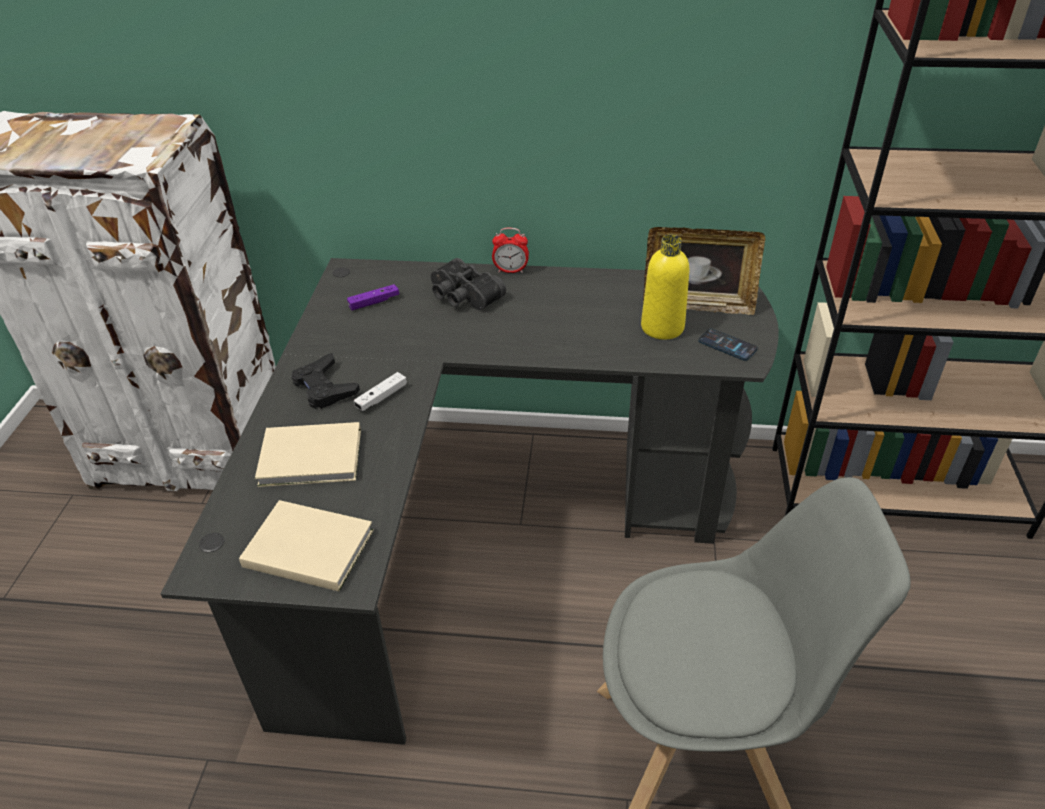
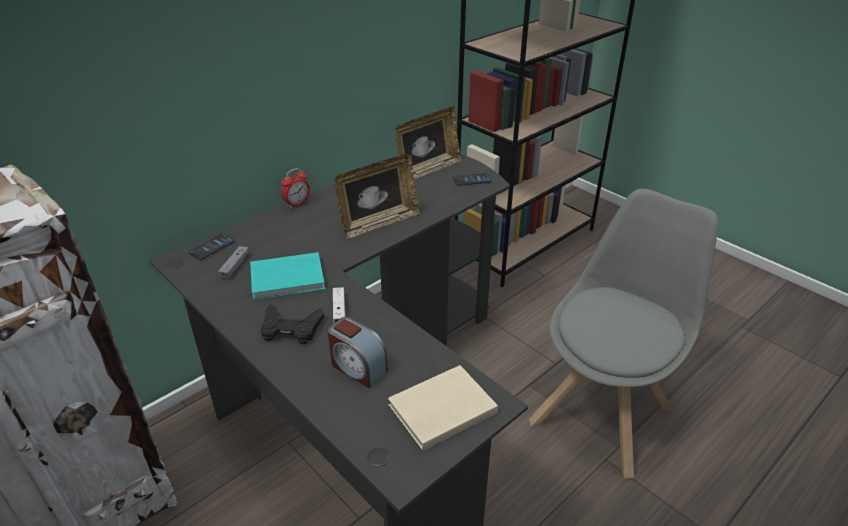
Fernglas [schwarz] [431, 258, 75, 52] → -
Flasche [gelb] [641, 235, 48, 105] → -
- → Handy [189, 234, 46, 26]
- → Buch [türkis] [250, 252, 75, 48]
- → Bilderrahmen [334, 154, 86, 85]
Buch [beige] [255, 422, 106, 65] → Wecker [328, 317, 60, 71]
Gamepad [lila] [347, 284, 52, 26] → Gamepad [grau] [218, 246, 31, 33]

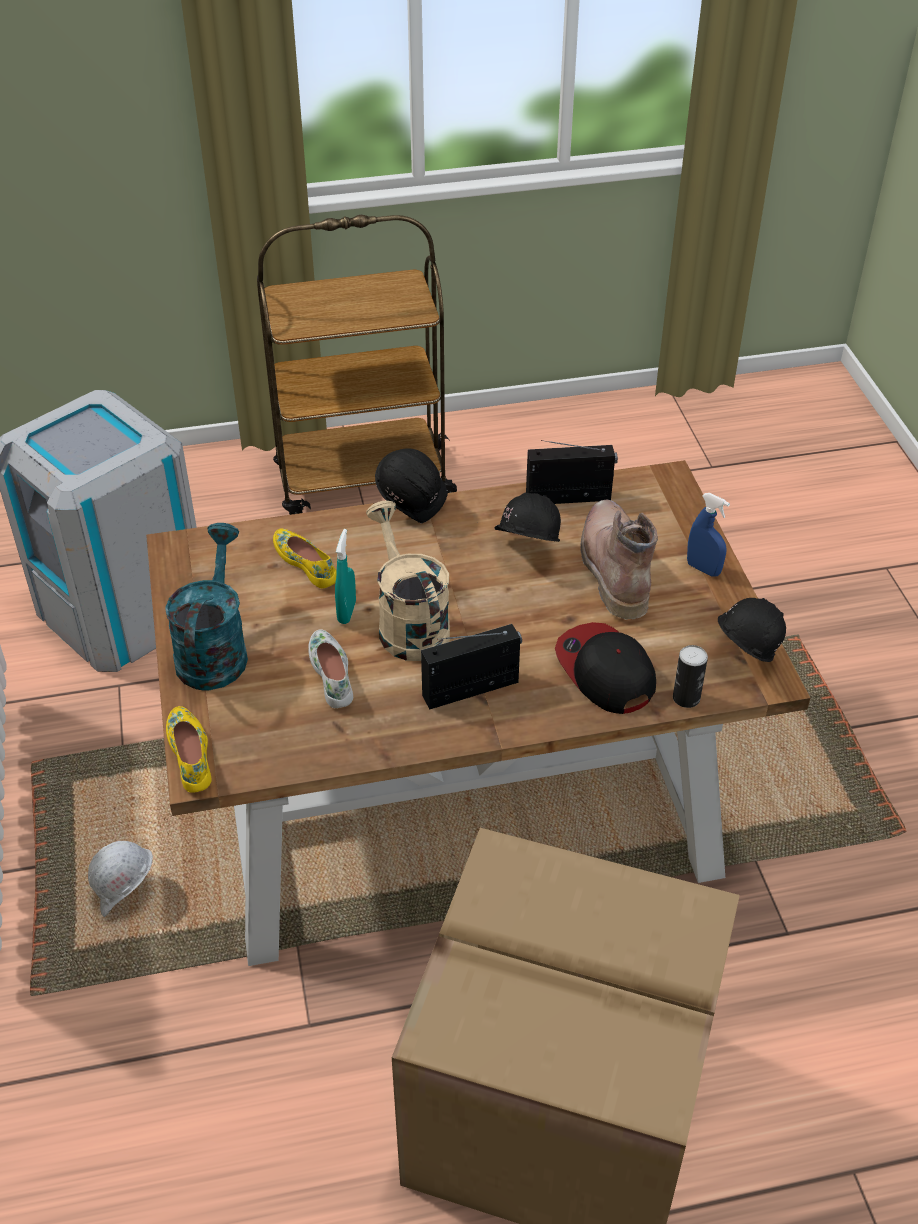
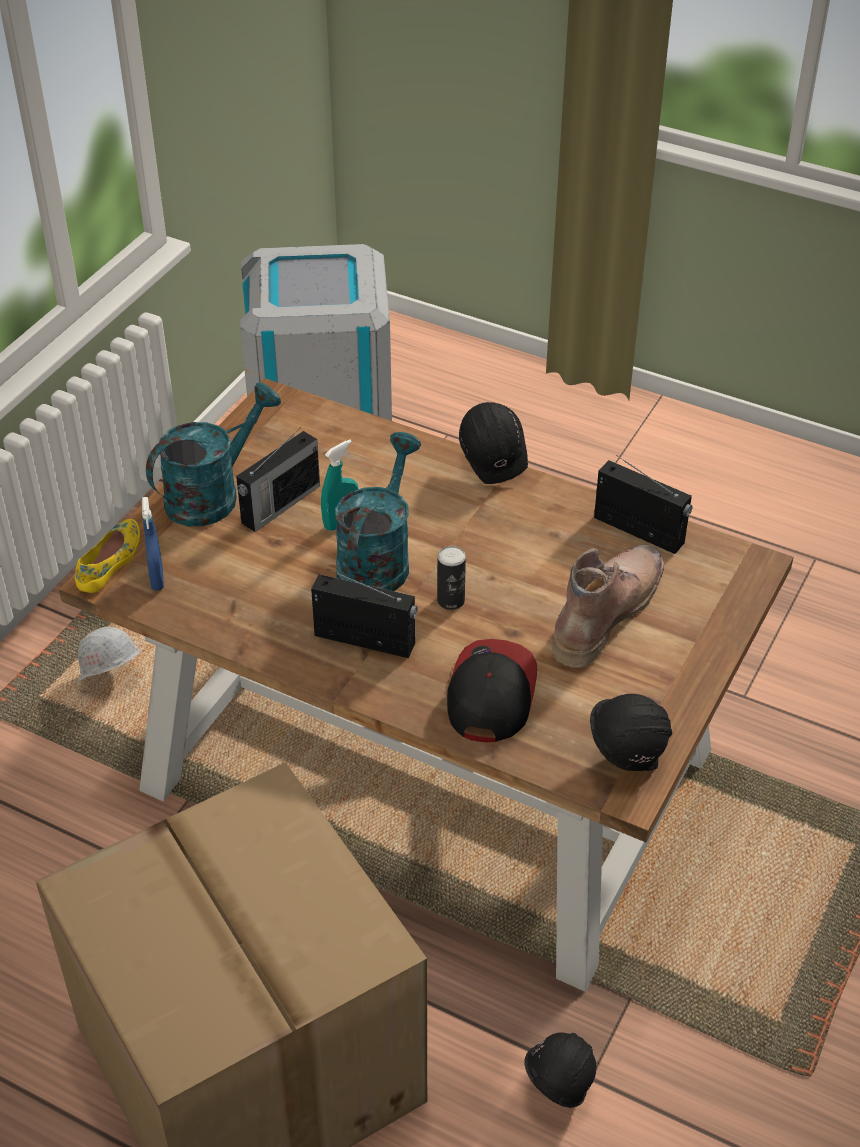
Rollwagen [braun] [257, 215, 200, 300] → -
Schuh [gelb] [273, 528, 64, 60] → -
Schuh [weiß] [308, 629, 45, 79] → -
- → Radio [236, 427, 84, 105]
Schutzhelm [schwarz] [494, 493, 67, 49] → Schutzhelm [schwarz] [525, 1032, 71, 76], move
Dose [673, 645, 35, 63] → Dose [437, 546, 29, 64], move
Sprühflasche [blau] [687, 493, 43, 84] → Sprühflasche [blau] [142, 497, 22, 94], move
Gießkanne [beige] [366, 501, 84, 160] → Gießkanne [türkis] [335, 432, 86, 159]

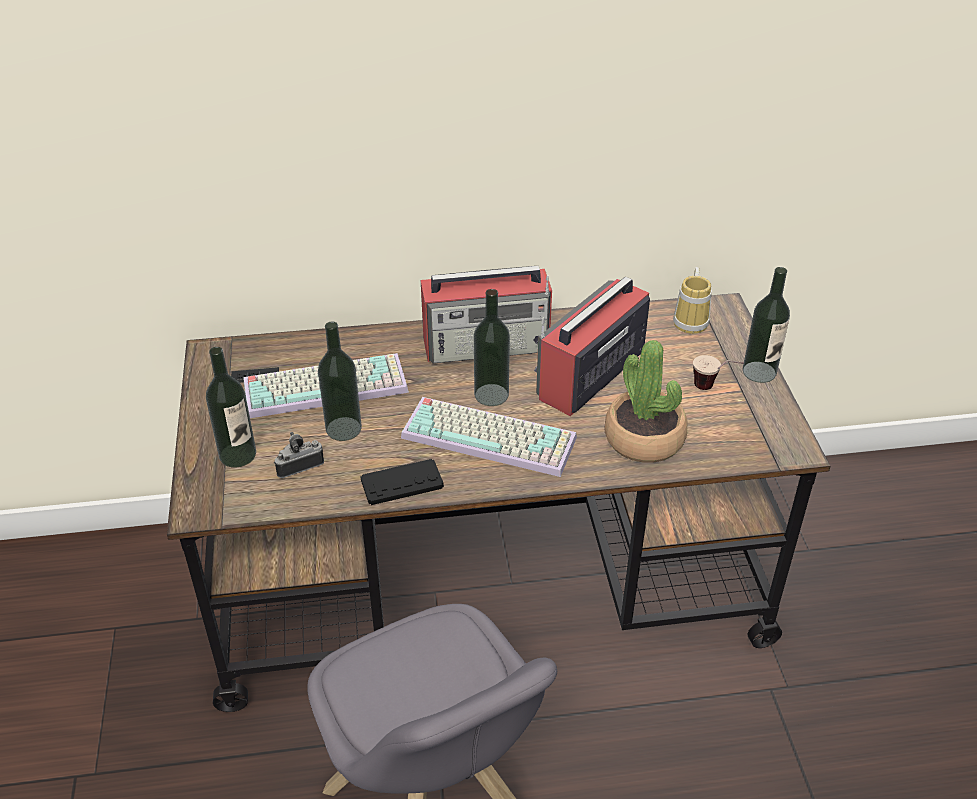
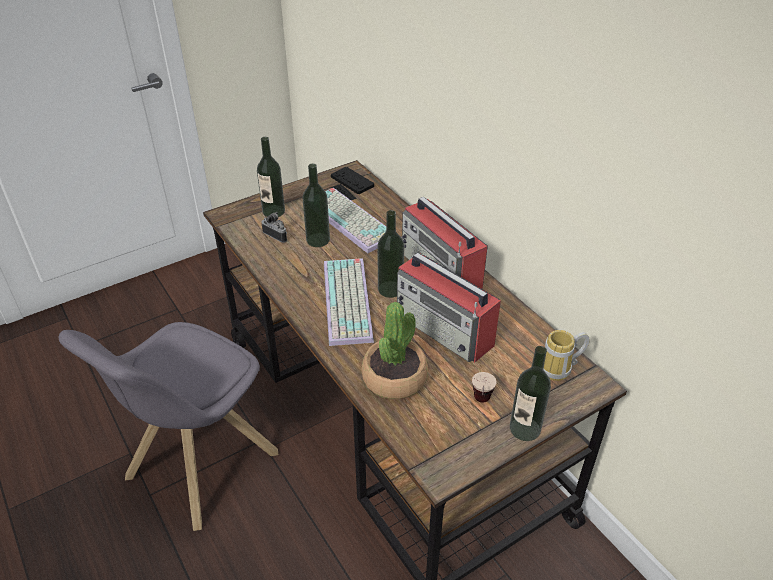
Gamepad [schwarz] [360, 459, 84, 46] → Gamepad [schwarz] [331, 167, 43, 27], move
Radio [534, 276, 116, 140] → Radio [397, 253, 104, 109], 150 degrees counterclockwise

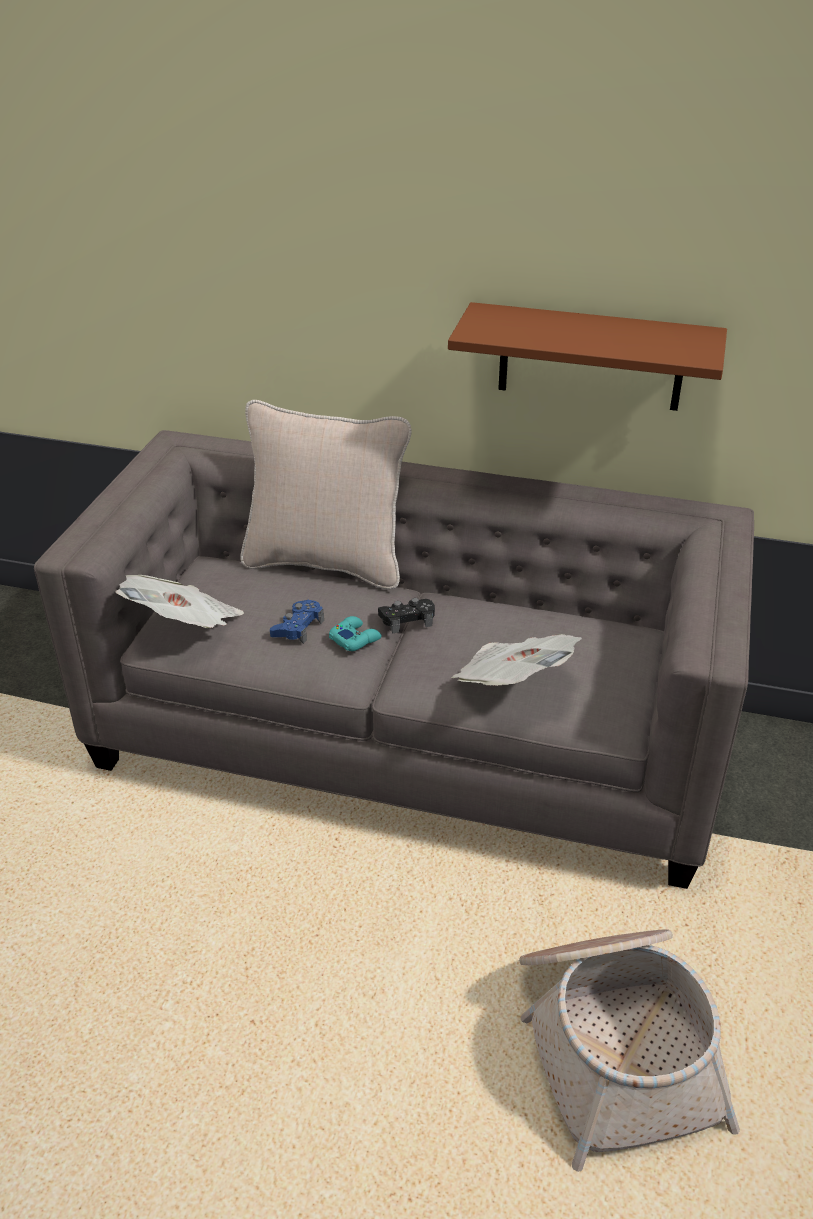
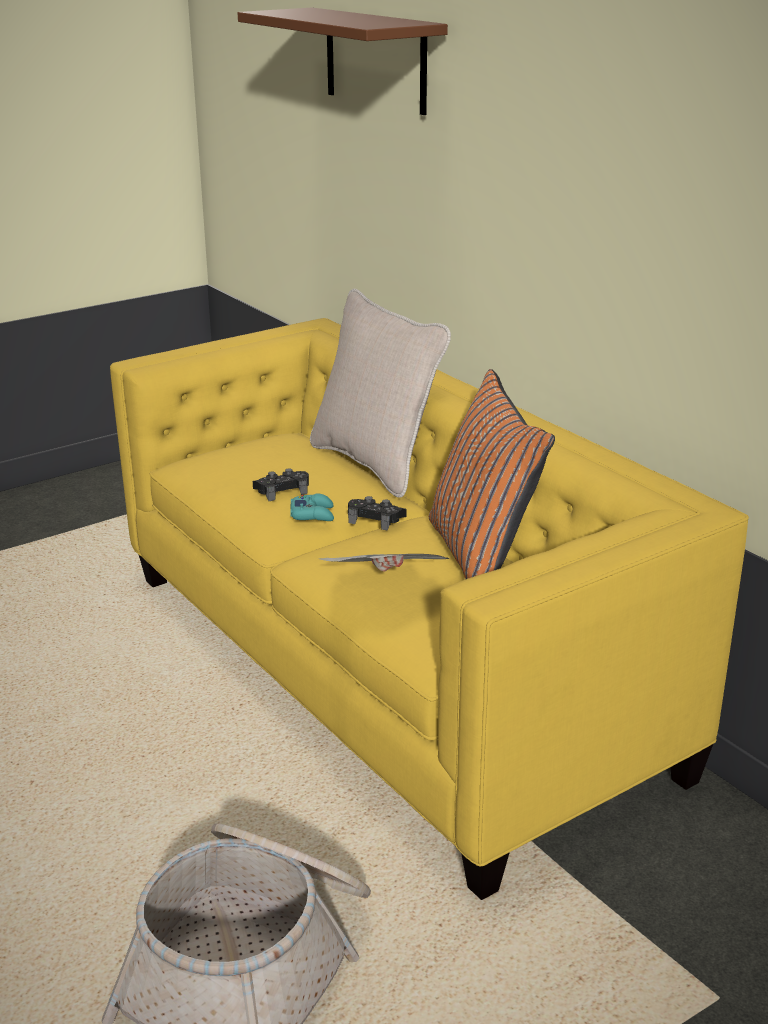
Zeitung [115, 575, 129, 53] → -
- → Kissen [orange] [429, 369, 126, 210]
Wandregal [braun] [448, 302, 279, 109] → Wandregal [braun] [238, 8, 210, 107], move
Sofa [grau] [34, 430, 720, 459] → Sofa [gelb] [110, 318, 639, 582]
Gamepad [blau] [270, 600, 54, 44] → Gamepad [schwarz] [253, 468, 56, 33]

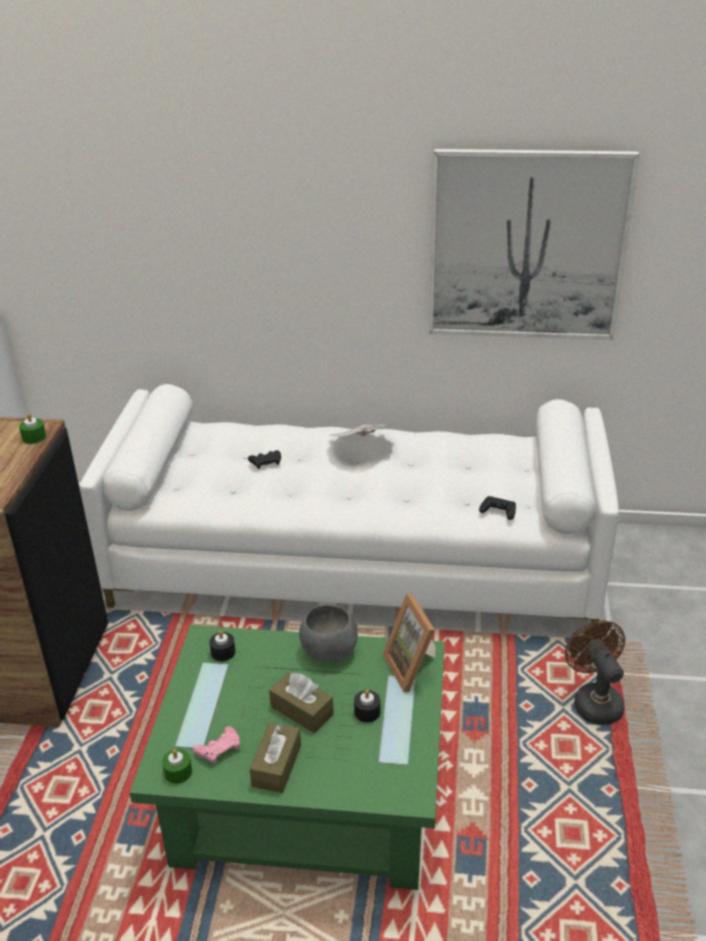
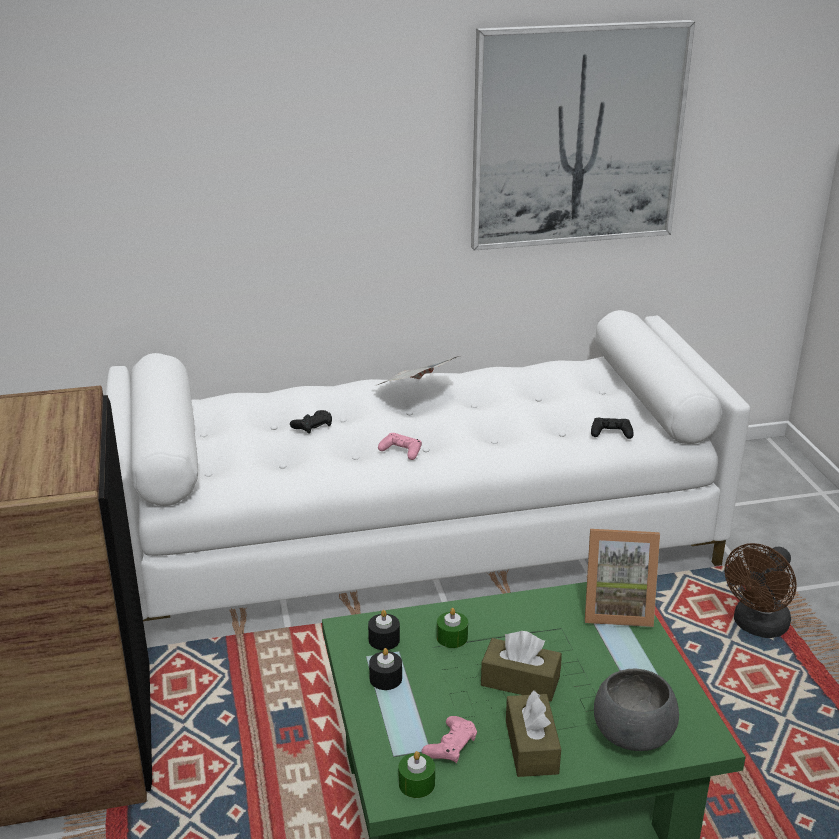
- → Gamepad [rosa] [378, 433, 44, 27]
Kerze [grün] [19, 413, 27, 31] → Kerze [grün] [437, 608, 31, 40], move
Schüssel [grau] [299, 605, 59, 57] → Schüssel [grau] [594, 669, 85, 82], move
Kerze [schwarz] [354, 690, 26, 32] → Kerze [schwarz] [369, 648, 33, 42], move
Bilderrahmen [383, 594, 53, 98] → Bilderrahmen [585, 529, 75, 98], 45 degrees counterclockwise
Ventilator [braun] [565, 620, 60, 105] → Ventilator [braun] [724, 543, 73, 95], 105 degrees counterclockwise

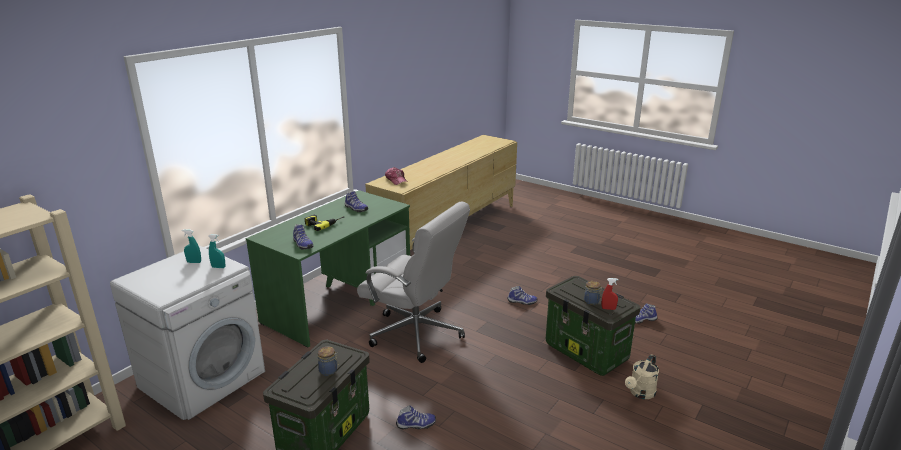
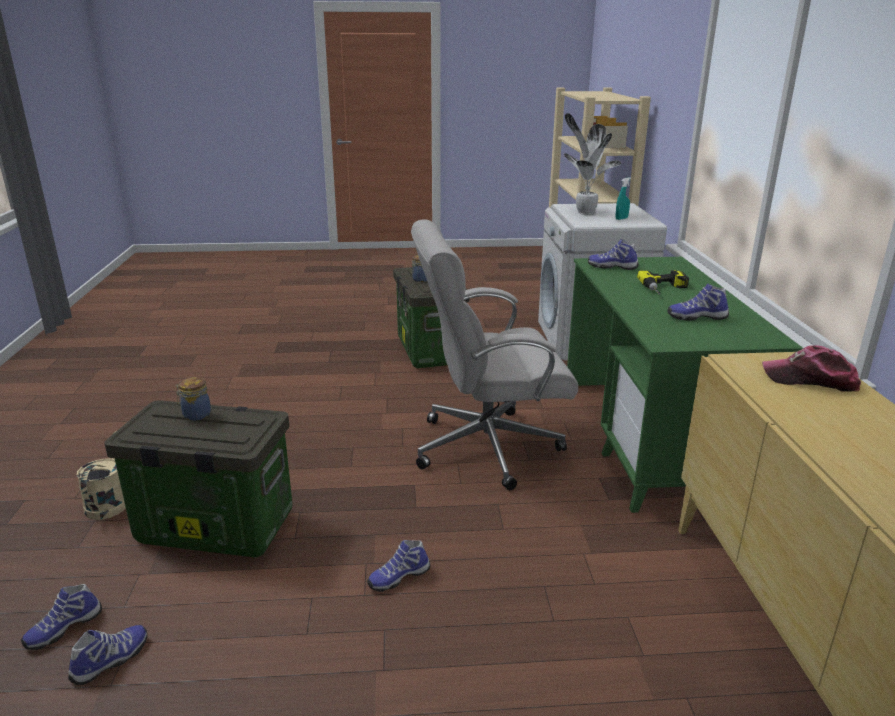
Sprühflasche [türkis] [209, 234, 16, 34] → -
Sprühflasche [rot] [601, 278, 18, 32] → -
- → Topfpflanze [564, 113, 57, 102]
Schuh [396, 405, 40, 24] → Schuh [21, 584, 81, 66], move

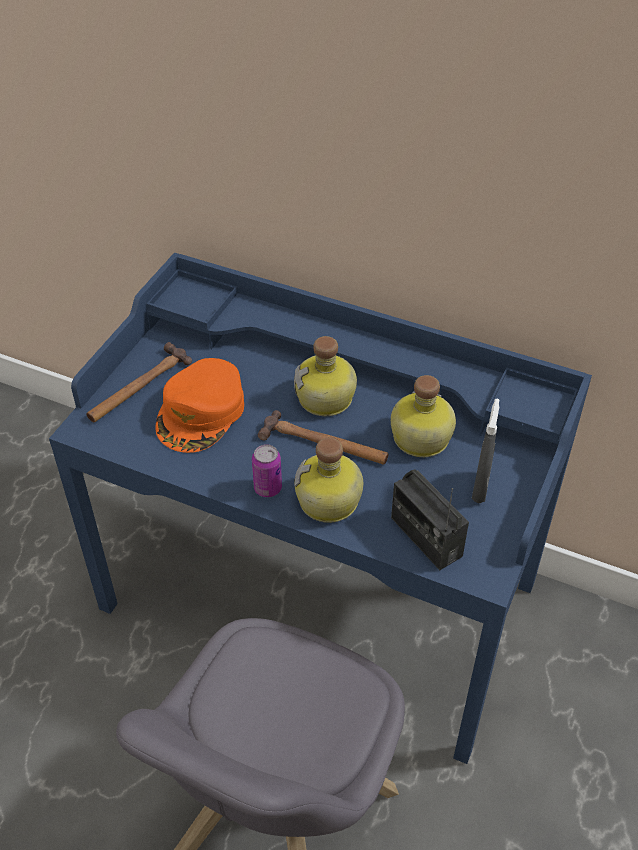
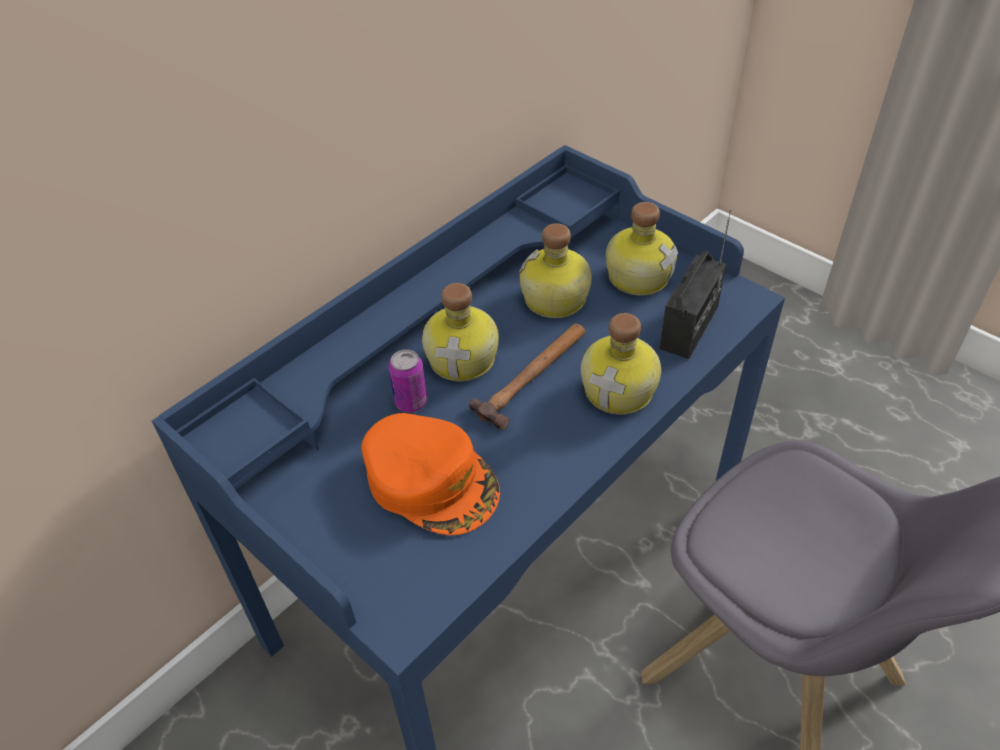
Hammer [87, 342, 105, 81] → -
Dose [252, 444, 30, 53] → Dose [388, 349, 39, 63], move
Sprühflasche [grau] [472, 399, 27, 104] → Flasche [606, 202, 72, 93]
Radio [391, 469, 78, 101] → Radio [659, 210, 72, 149], 45 degrees counterclockwise

